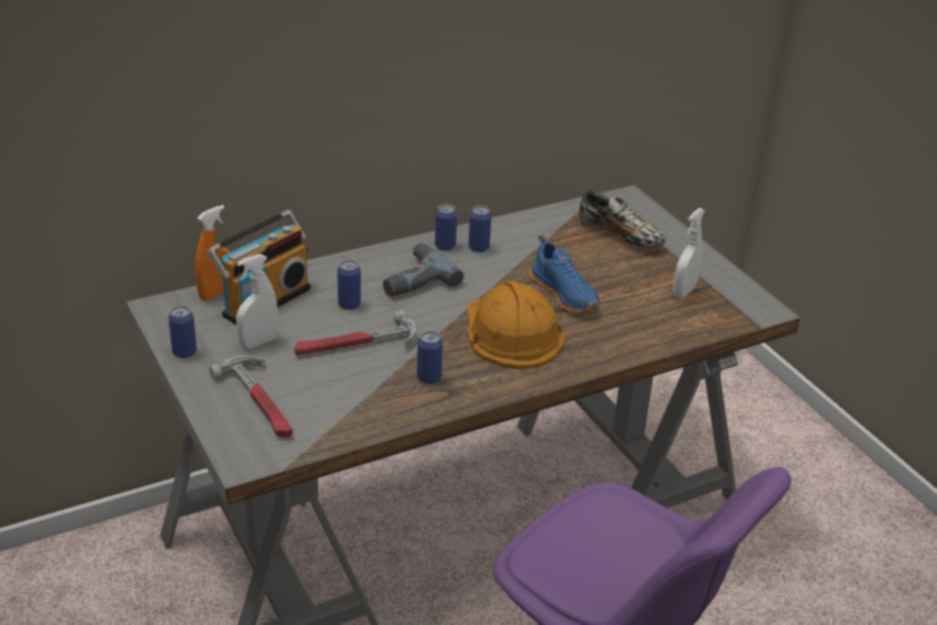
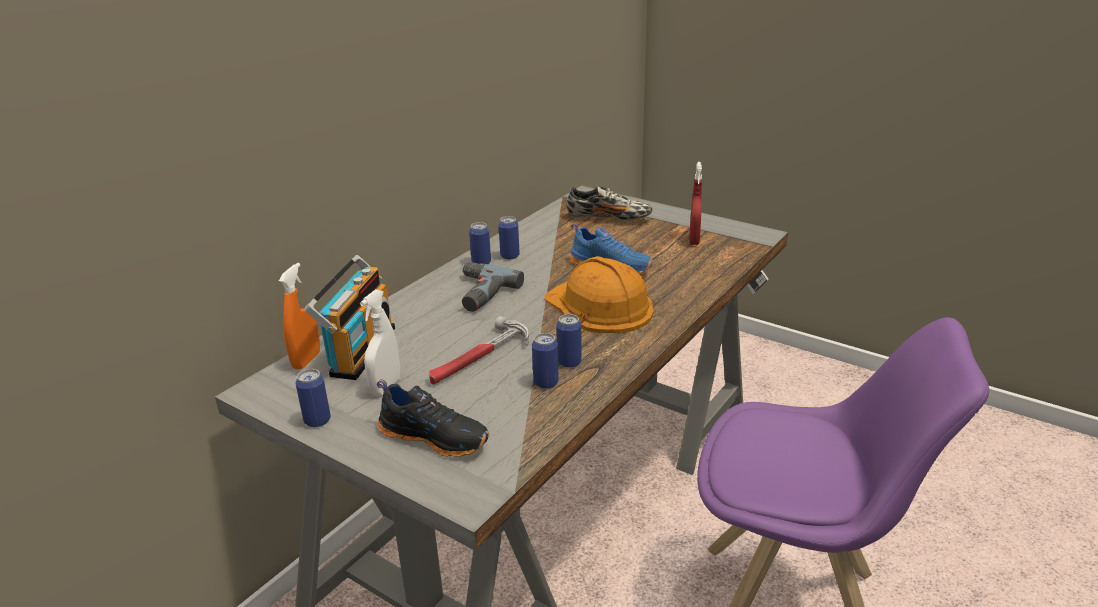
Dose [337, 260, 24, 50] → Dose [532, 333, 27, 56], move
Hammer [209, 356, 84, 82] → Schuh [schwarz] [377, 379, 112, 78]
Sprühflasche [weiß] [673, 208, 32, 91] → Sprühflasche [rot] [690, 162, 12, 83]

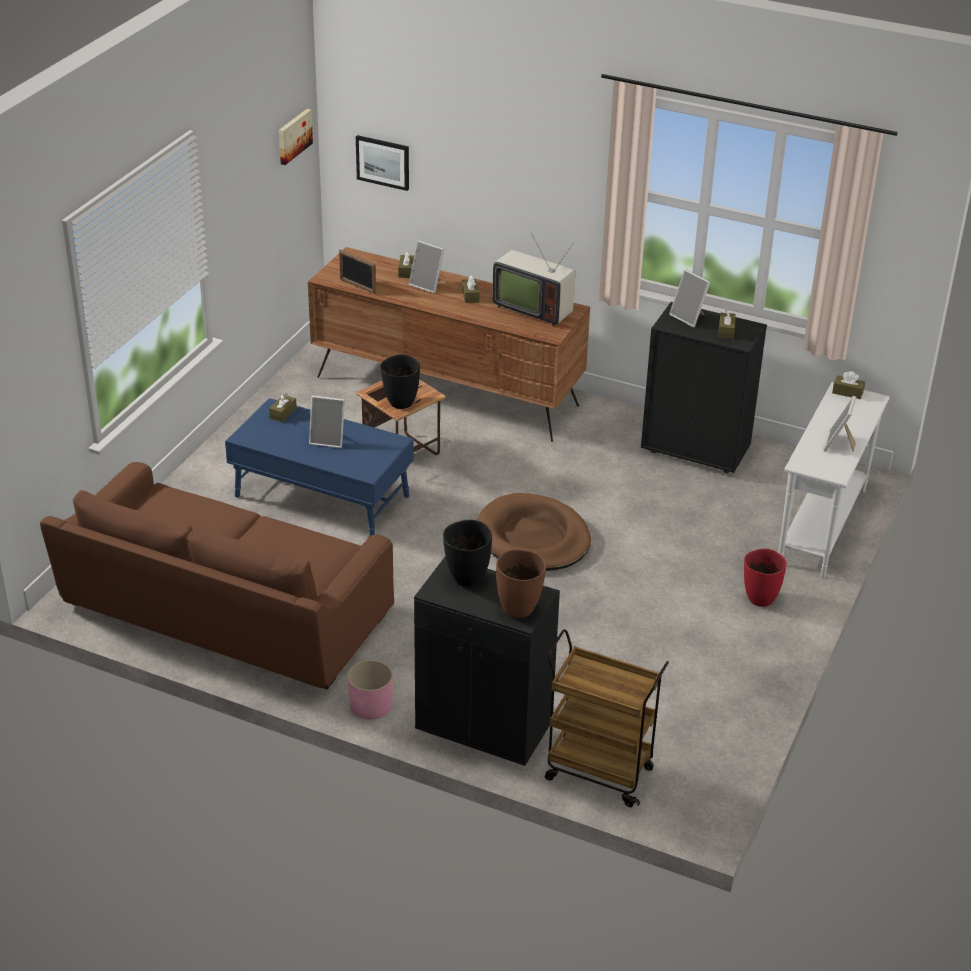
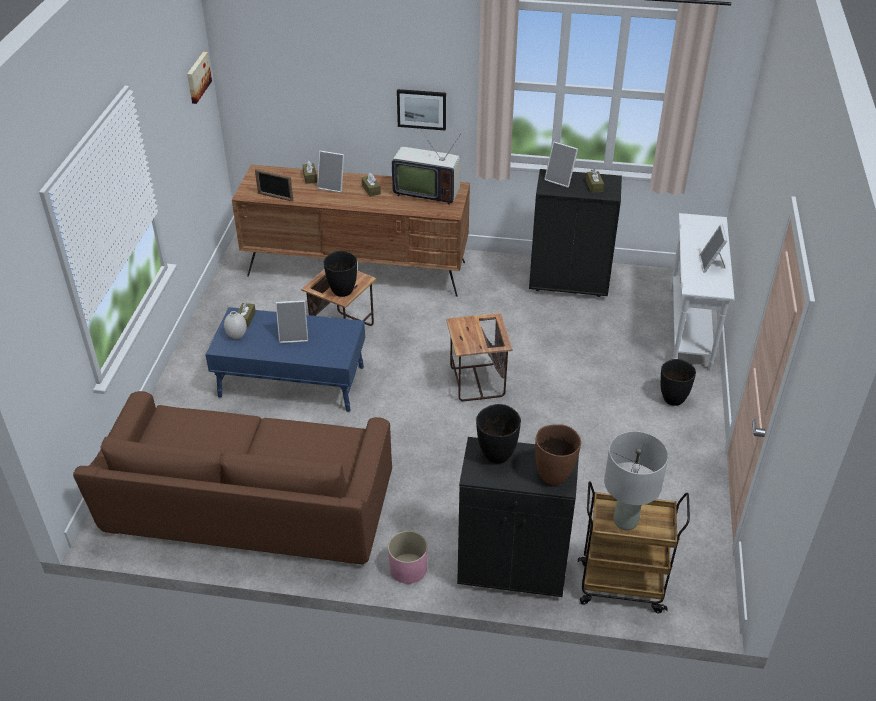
Taschentuchbox [braun] [832, 371, 33, 28] → -
- → Vase [weiß] [224, 311, 23, 28]
- → Tischlampe [grau] [604, 431, 64, 100]
Bild [356, 135, 53, 56] → Bild [397, 89, 49, 41], move
Hundebett [braun] [477, 493, 114, 78] → Beistelltisch [446, 313, 67, 88]
Vase [rot] [744, 549, 43, 58] → Vase [schwarz] [661, 359, 35, 47]

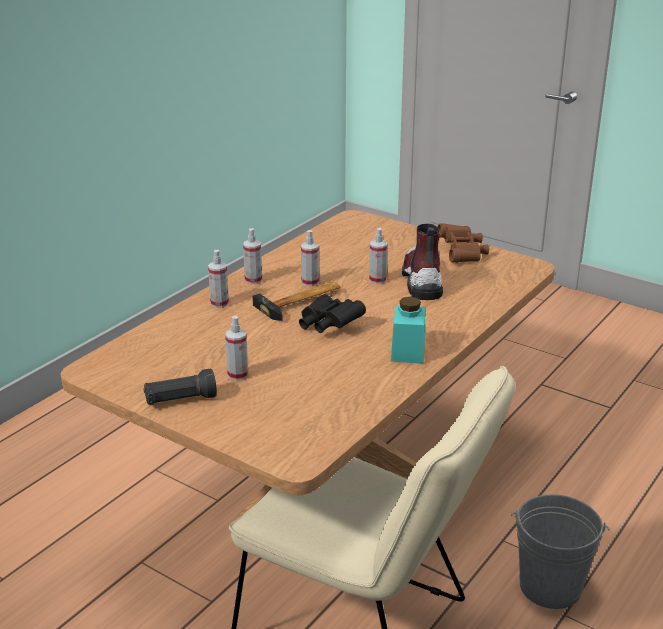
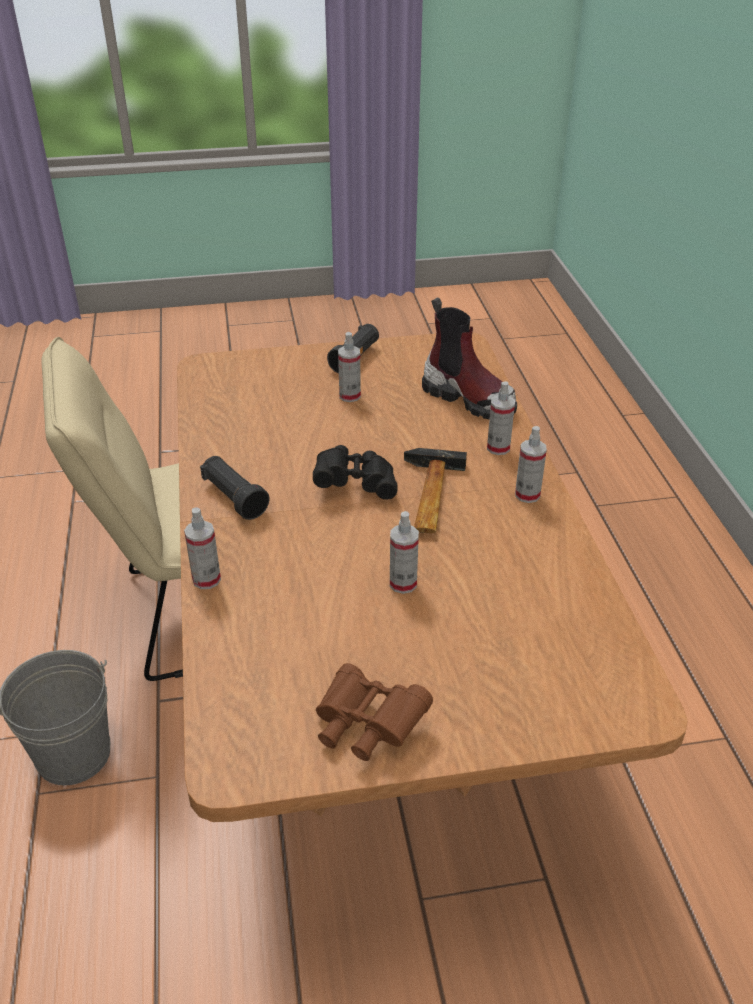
Sprühflasche [301, 230, 18, 56] → Sprühflasche [184, 507, 37, 82], move
Stiefel [402, 224, 41, 76] → Stiefel [422, 298, 95, 121], move
Vorratsglas [türkis] [391, 296, 34, 68] → Taschenlampe [schwarz] [200, 456, 69, 64]

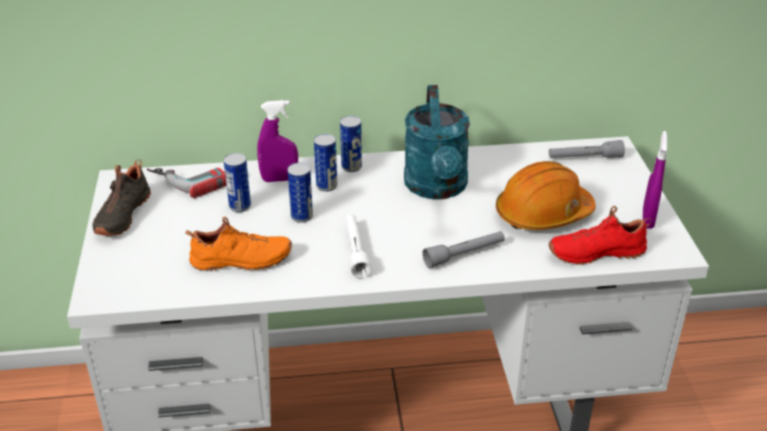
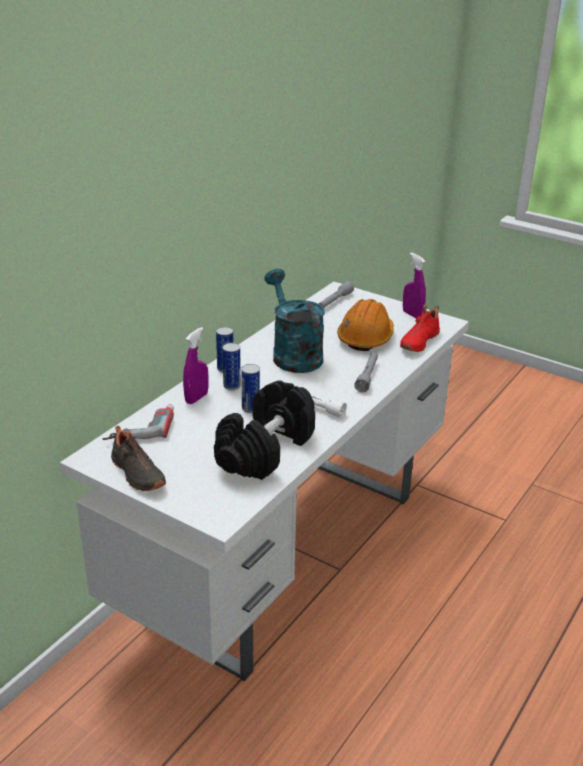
Dose [223, 153, 28, 59] → -
Schuh [orange] [185, 217, 107, 54] → Hantel [schwarz] [214, 380, 101, 100]
Gießkanne [türkis] [404, 85, 66, 115] → Gießkanne [türkis] [264, 269, 61, 104], 150 degrees counterclockwise

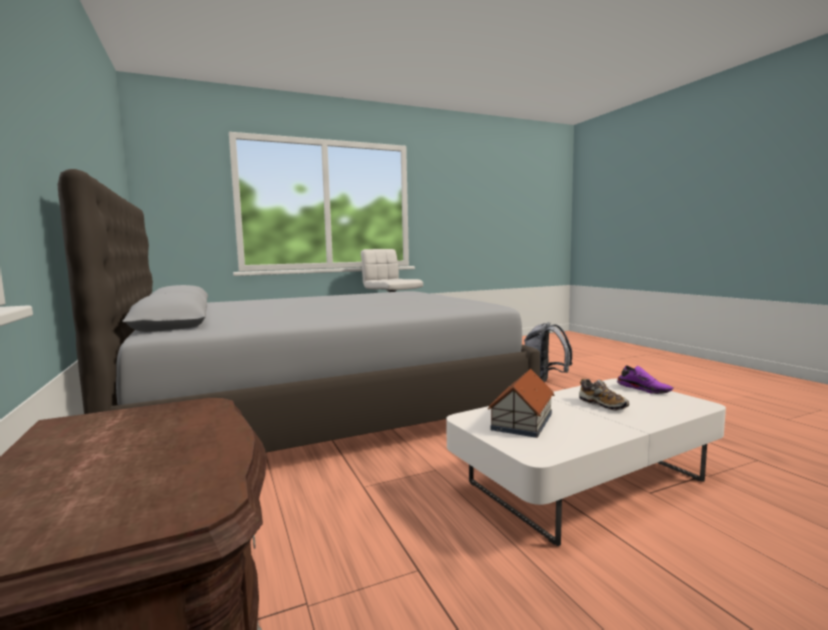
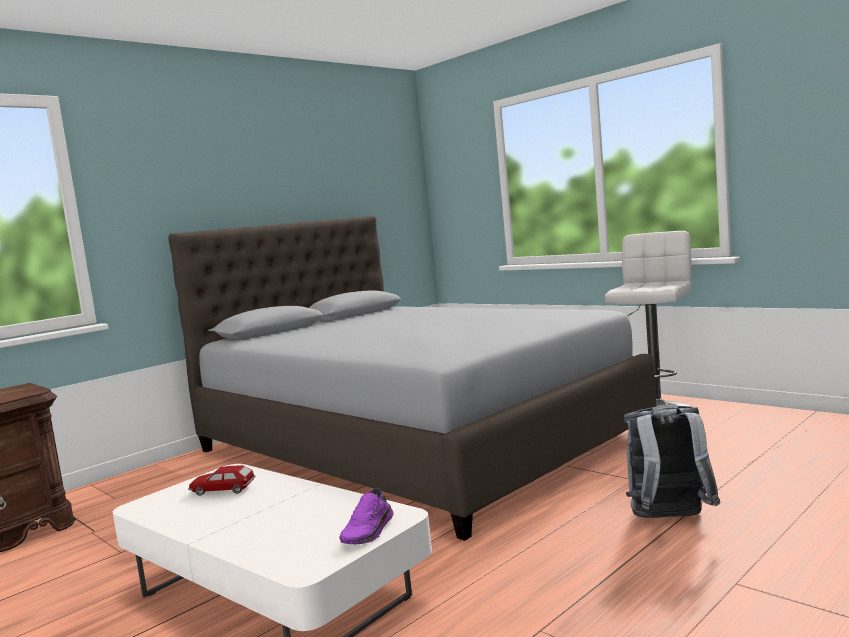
Schuh [579, 379, 50, 32] → -
Spielzeughaus [488, 369, 66, 69] → Spielzeugauto [188, 465, 68, 31]

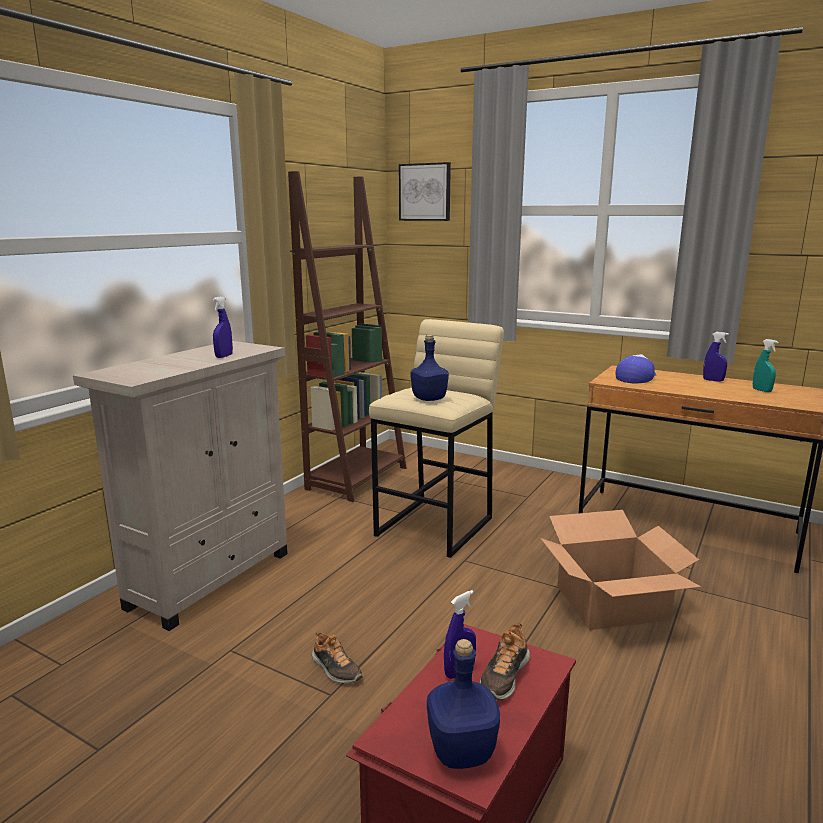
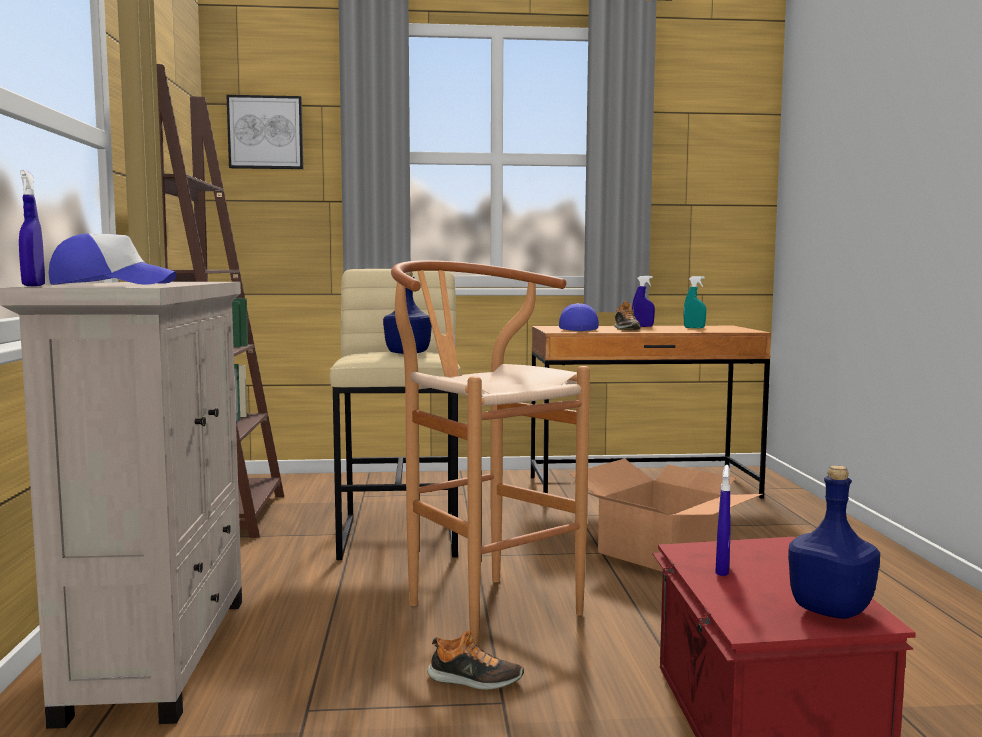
- → Kappe [48, 234, 128, 51]
- → Hocker [braun] [391, 260, 199, 385]
Sprühflasche [blau] [212, 296, 21, 62] → Sprühflasche [blau] [19, 170, 26, 116], move
Schuh [480, 623, 50, 77] → Schuh [614, 301, 27, 29], move

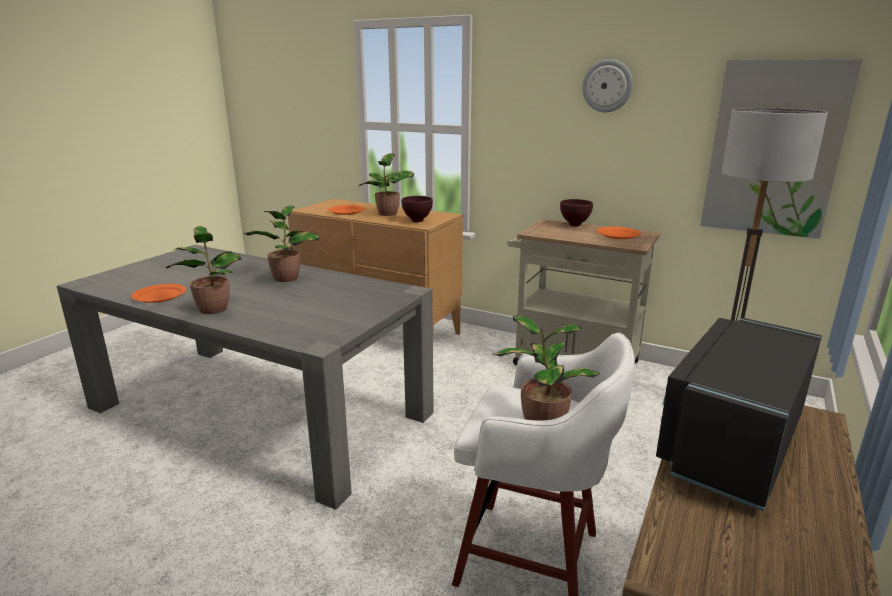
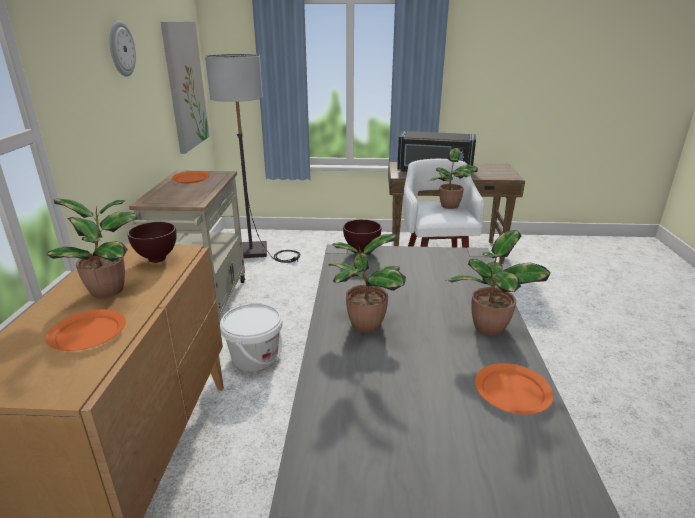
- → Eimer [weiß] [220, 303, 63, 69]
Schüssel [braun] [560, 199, 33, 27] → Schüssel [braun] [343, 219, 38, 34], move

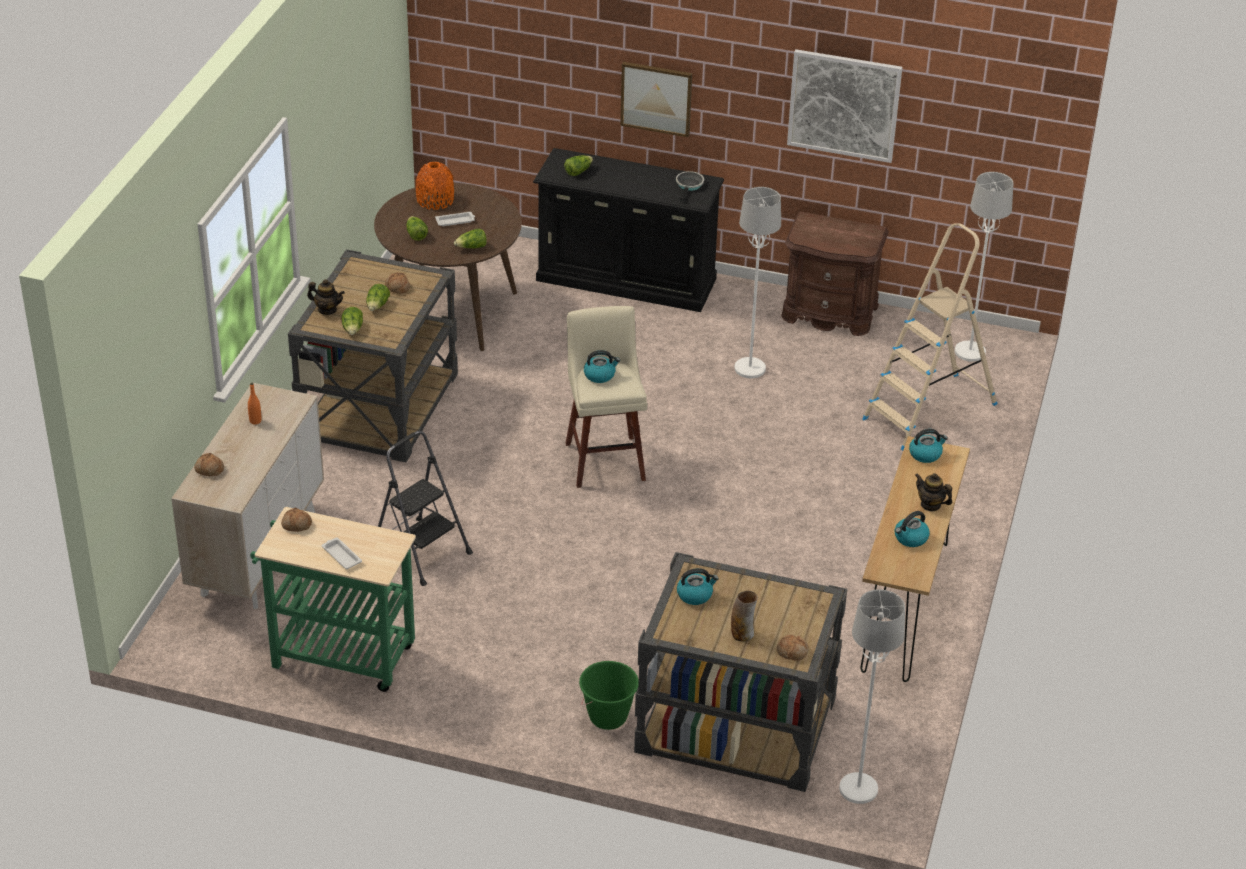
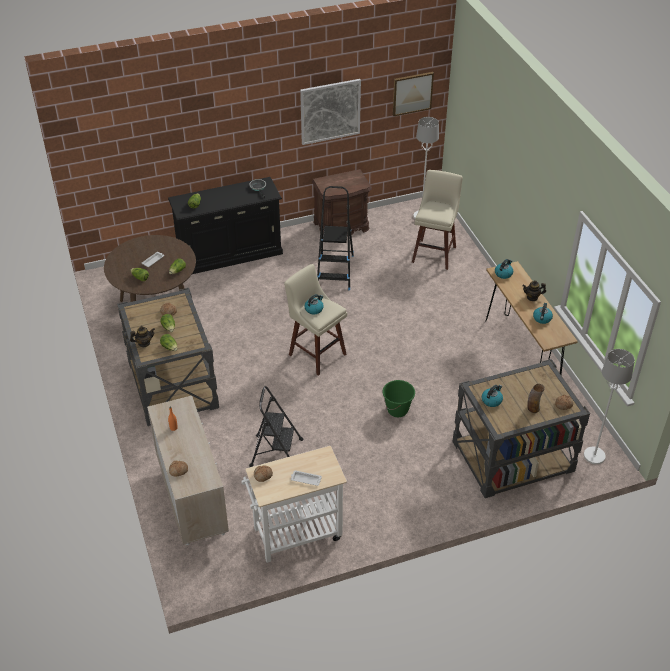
Vase [orange] [416, 162, 38, 48] → -
Eimer [grün] [579, 661, 60, 69] → Eimer [grün] [382, 380, 33, 37], move
Bild [620, 62, 72, 75] → Bild [393, 72, 41, 44], move
Stehlampe [weiß] [734, 187, 47, 191] → Trittleiter [schwarz] [317, 186, 37, 104]
Trittleiter [beige] [862, 223, 135, 227] → Hocker [beige] [412, 170, 51, 100]
Rollwagen [grün] [250, 507, 166, 185] → Rollwagen [weiß] [241, 446, 106, 117]

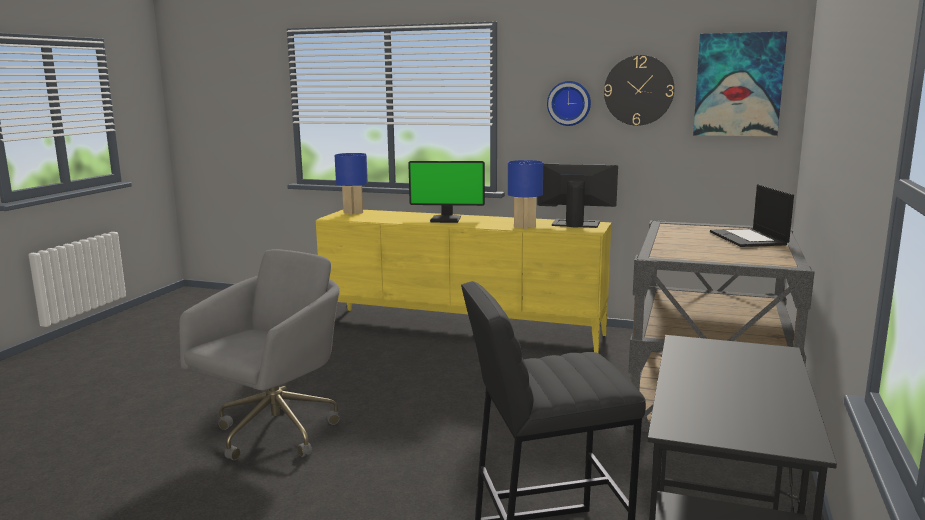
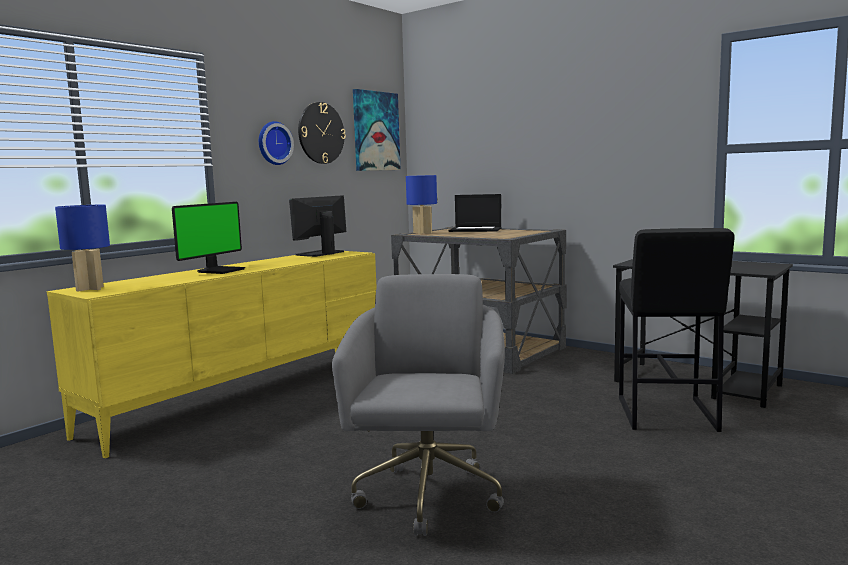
Tischlampe [blau] [508, 160, 35, 70] → Tischlampe [blau] [406, 175, 31, 59], move
Bürostuhl [grau] [179, 249, 161, 211] → Bürostuhl [grau] [332, 274, 173, 262], 45 degrees clockwise

